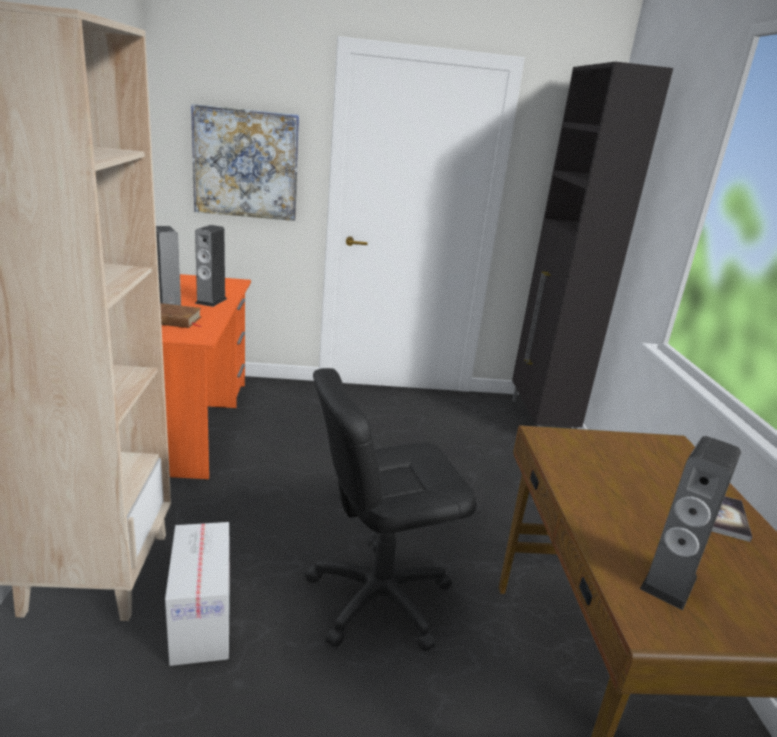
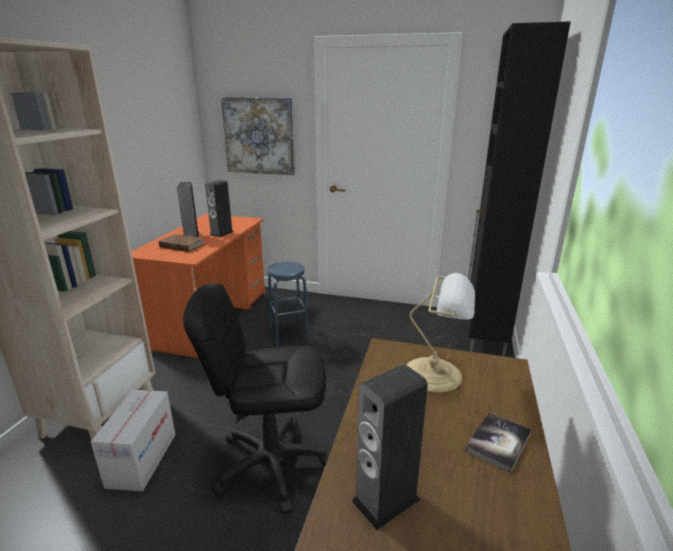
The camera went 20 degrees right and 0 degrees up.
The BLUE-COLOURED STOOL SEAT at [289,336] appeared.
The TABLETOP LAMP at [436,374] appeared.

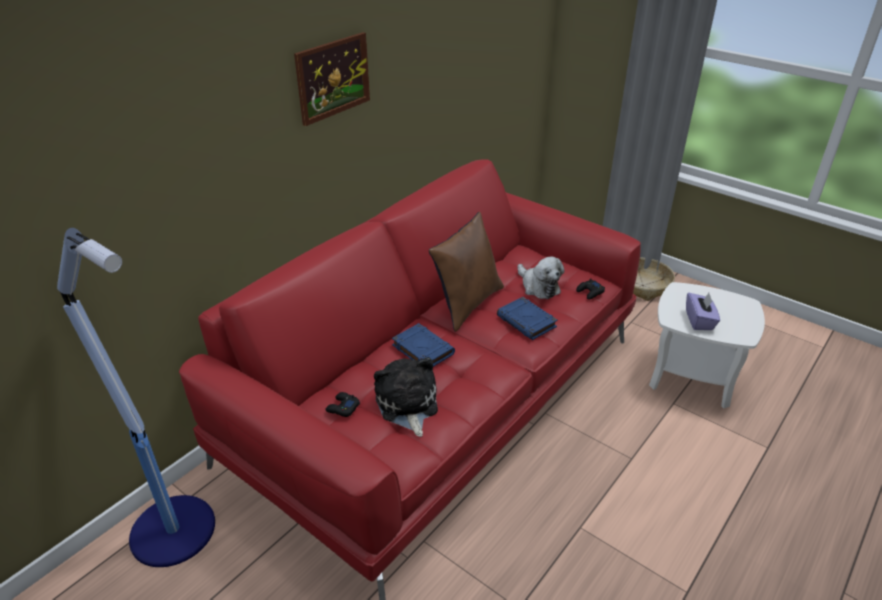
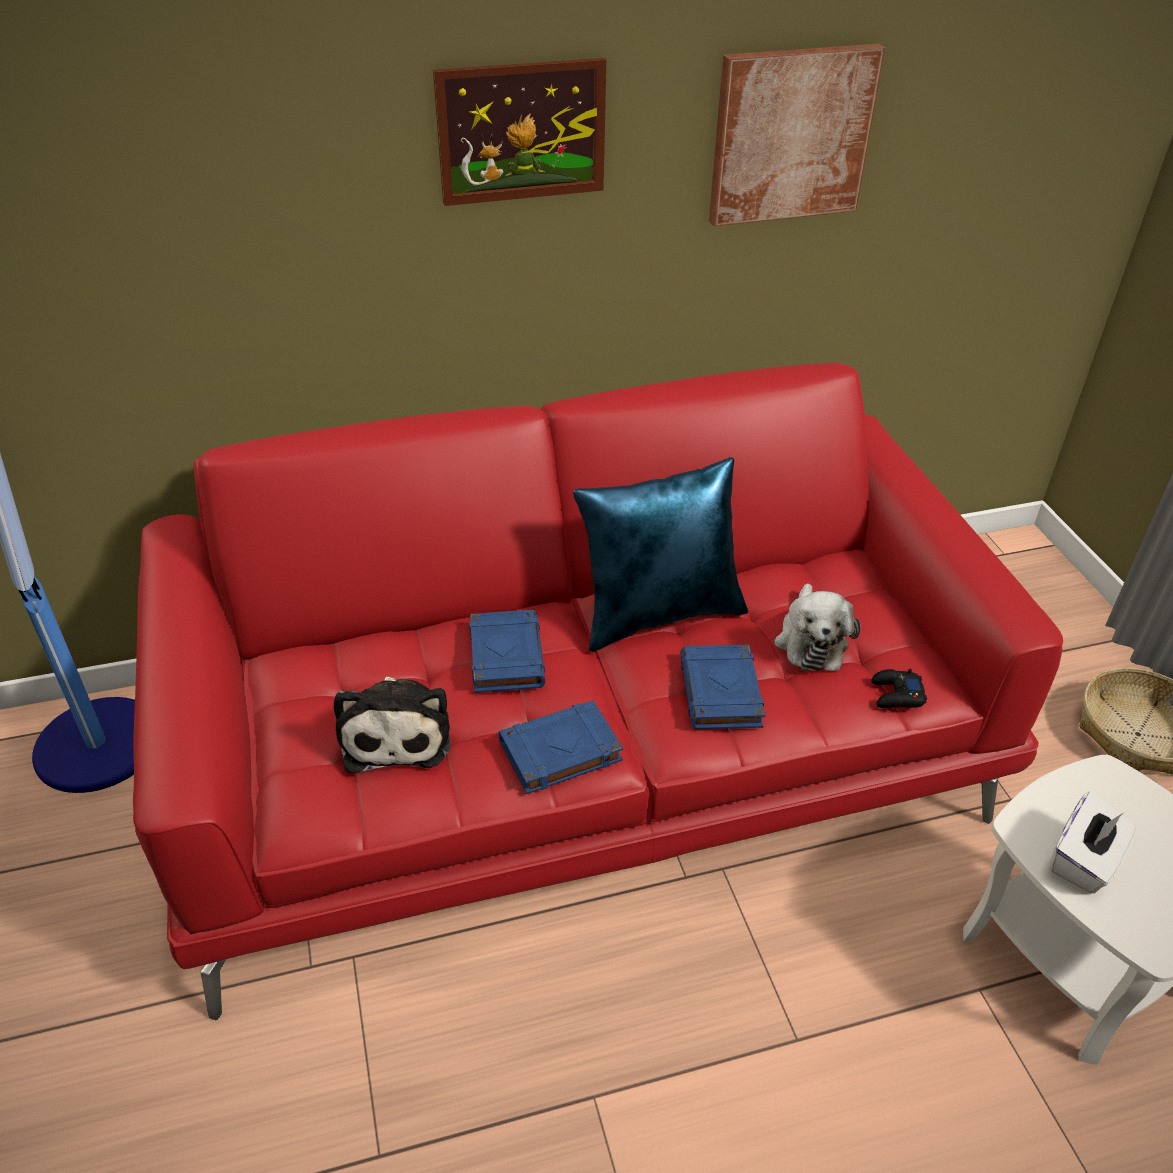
The camera went 35 degrees right and 5 degrees up.
The BLACKISH GAMEPAD at [342,408] disappeared.
The PLUSH TOY at [407,405] turned 150 degrees clockwise.
The BROWN PILLOW at [467,303] became the BLUE-COLOURED PILLOW at [659,614].
The PURPLE-COLOURED TISSUE BOX at [699,321] became the WHITE TISSUE BOX at [1084,861].
The BLUE-COLOURED BOUND BOOK at [559,752] appeared.
The WALL PICTURE at [790,135] appeared.

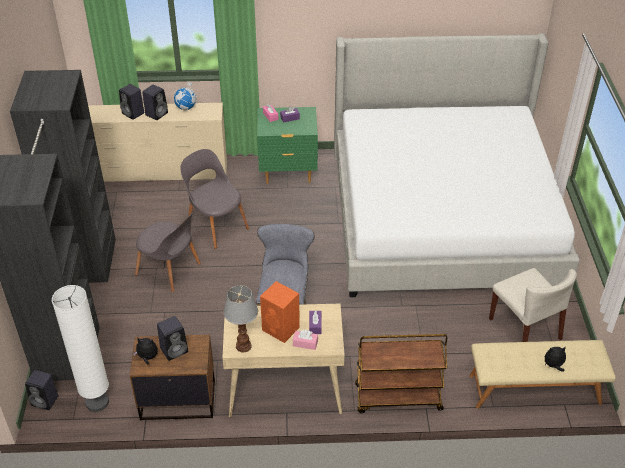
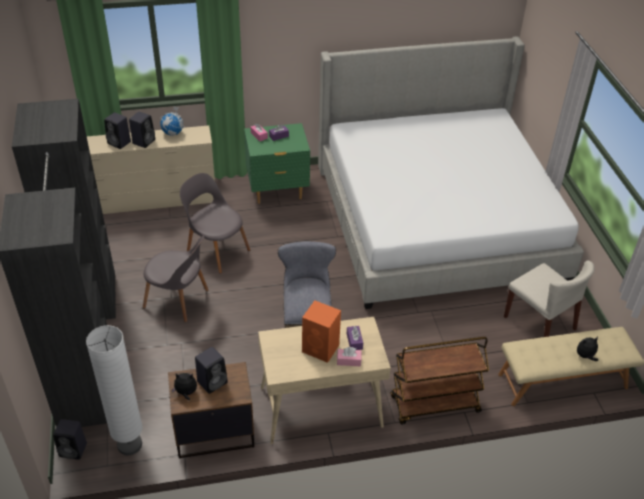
The camera went 10 degrees left and 0 degrees up.
The TABLETOP LAMP at [243,346] disappeared.

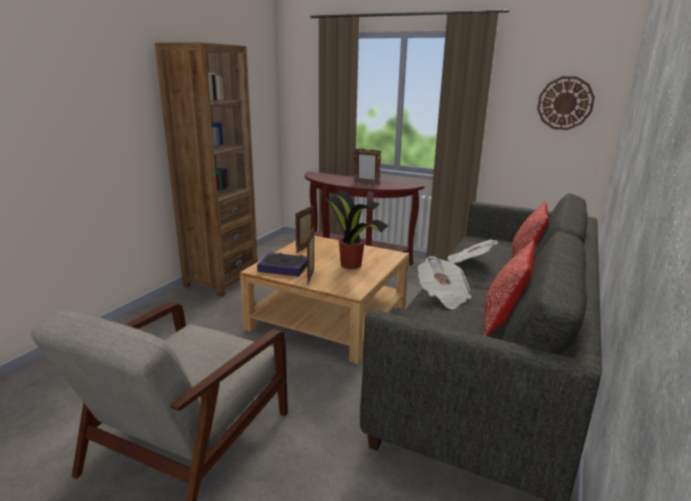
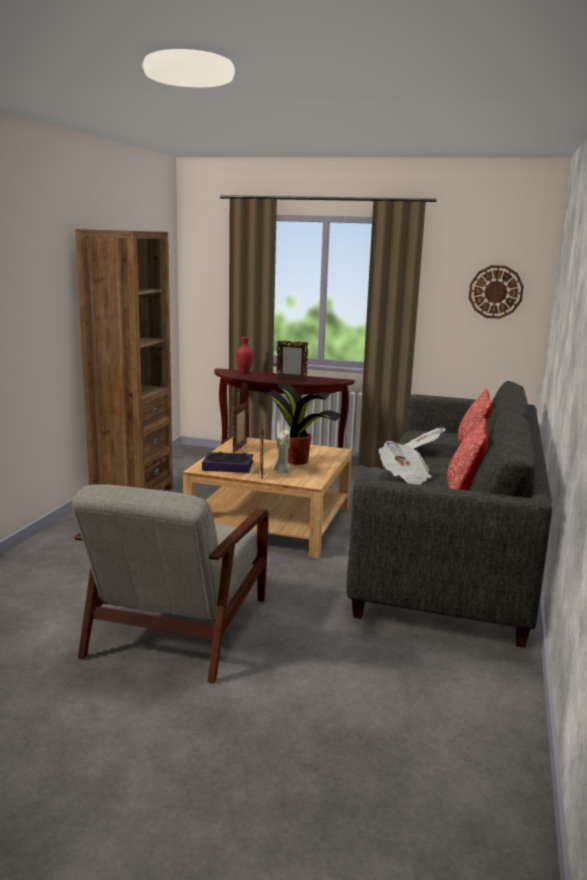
The camera went 10 degrees left and 5 degrees down.
The RED DECORATIVE VASE at [243,373] appeared.
The BEIGE CANDLE at [282,471] appeared.

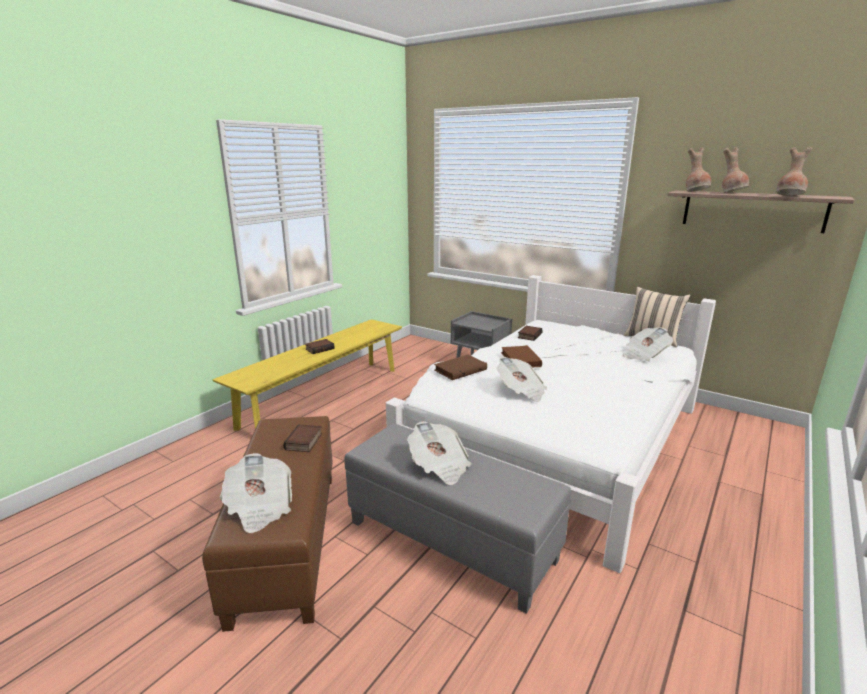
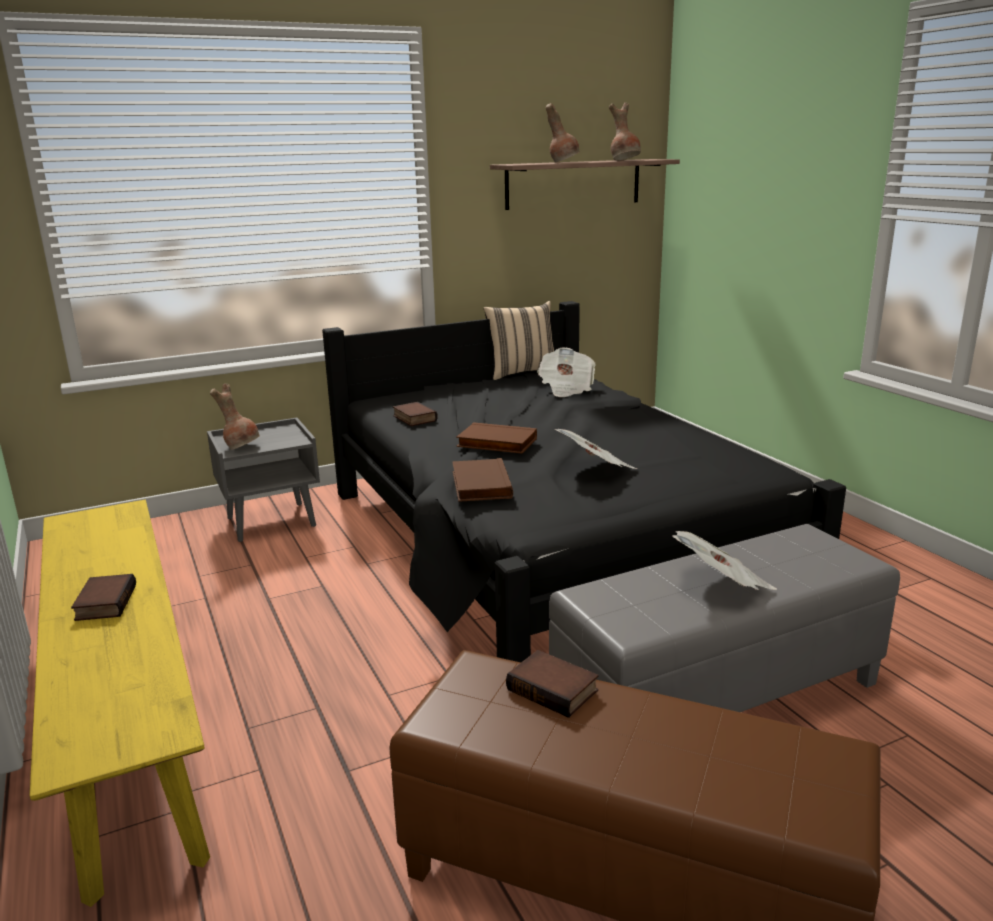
The camera went 60 degrees left and 0 degrees up.
The NEWSPAPER at [259,507] disappeared.
The WHITE BED at [555,438] became the BLACKISH BED at [547,542].
The BROWN DECORATIVE VASE moved from [696,192] to [241,447].

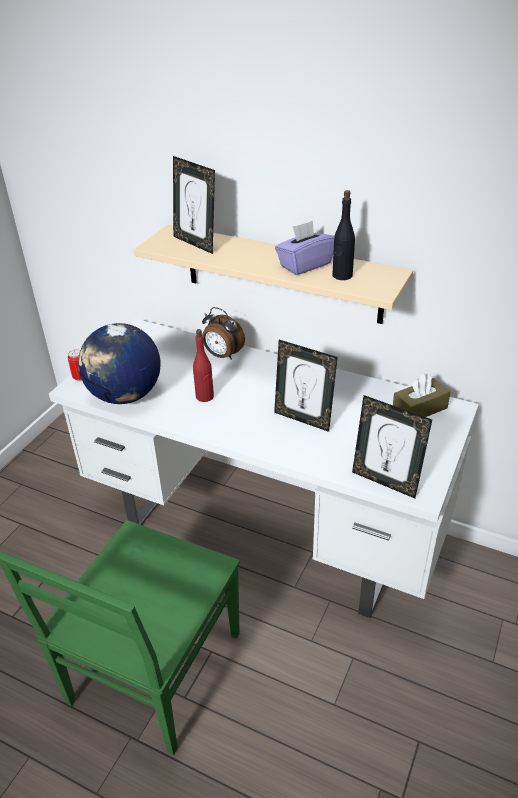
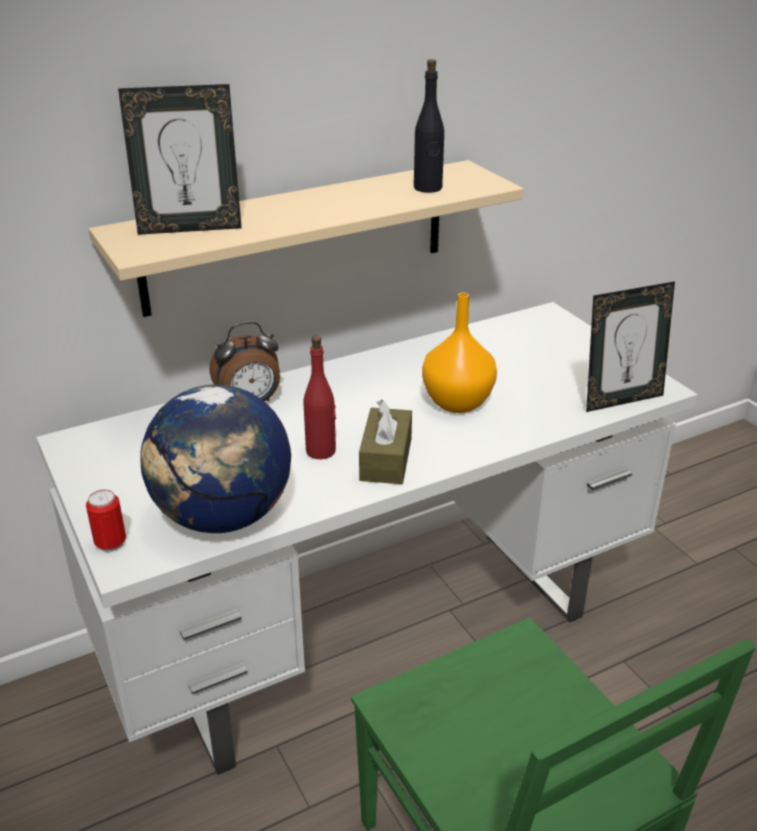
The camera went 55 degrees left and 5 degrees down.
The STANDING FRAME at [303,419] was replaced by the ORANGE-COLOURED DECORATIVE VASE at [458,402].
The PURPLE-COLOURED TISSUE BOX at [305,265] disappeared.
The BROWN TISSUE BOX moved from [419,409] to [386,459].

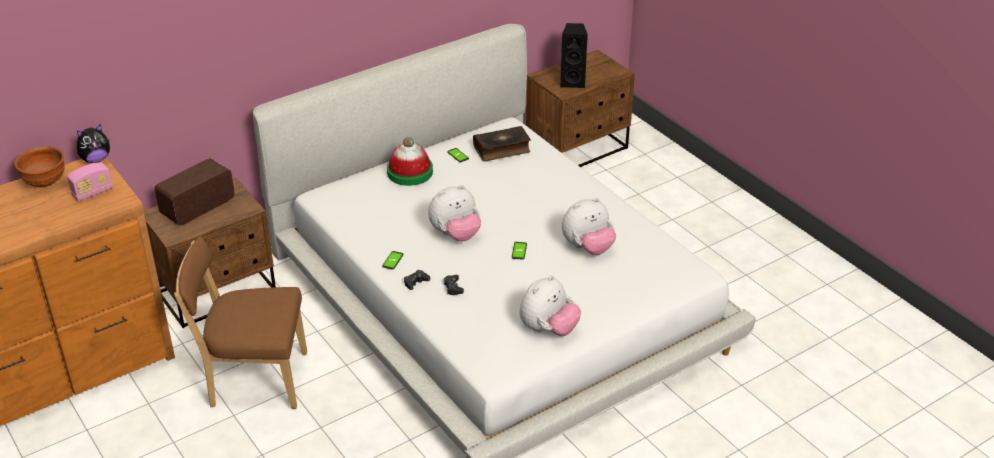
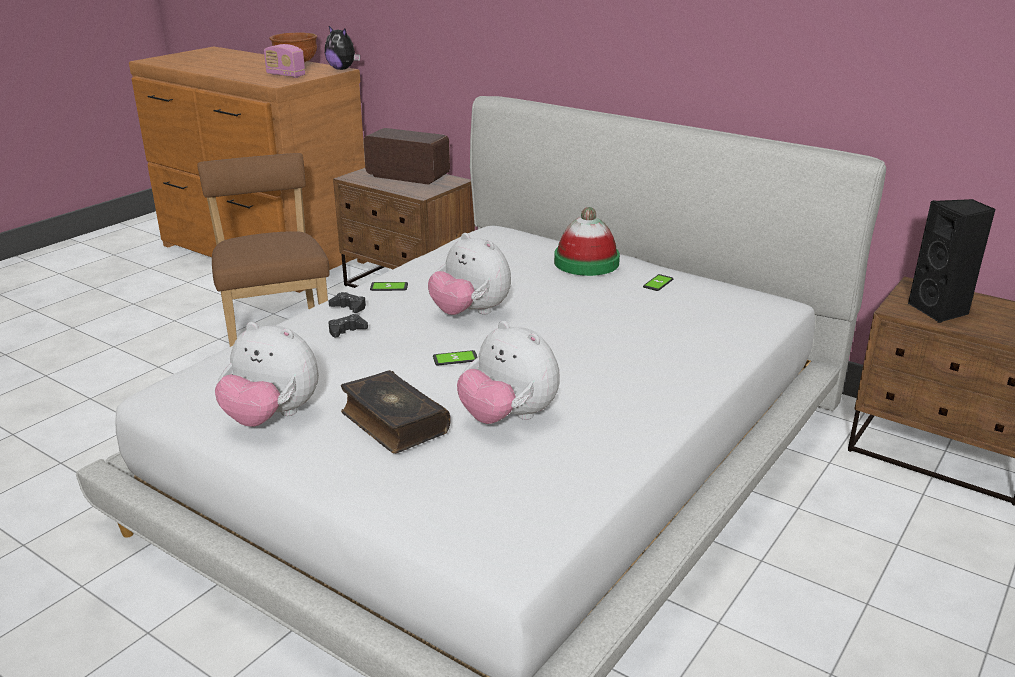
The camera went 70 degrees right and 10 degrees down.
The BOUND BOOK moved from [502,149] to [393,423].

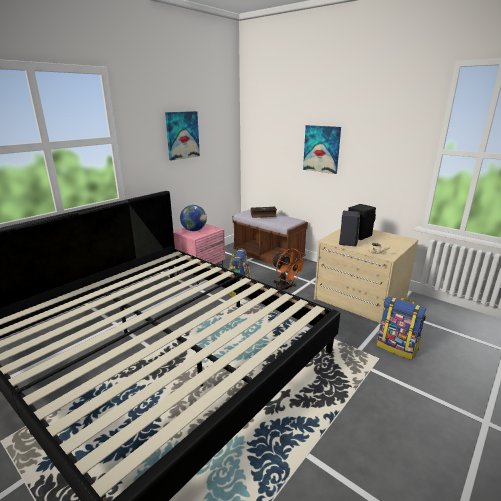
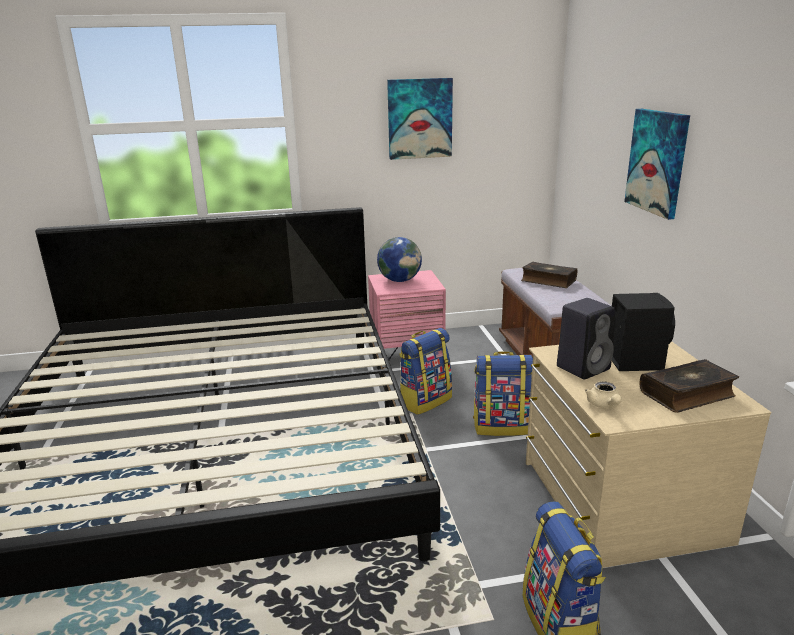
The camera went 40 degrees right and 0 degrees up.
The ORANGE-COLOURED ELECTRIC FAN at [285,288] was replaced by the KNAPSACK at [501,426].
The BOUND BOOK at [687,394] appeared.

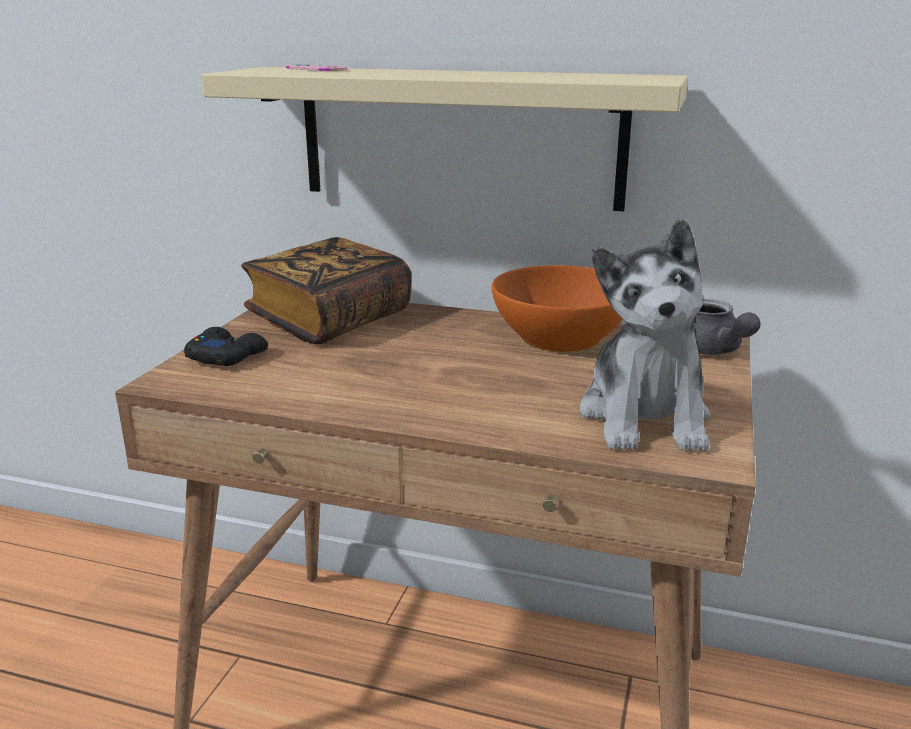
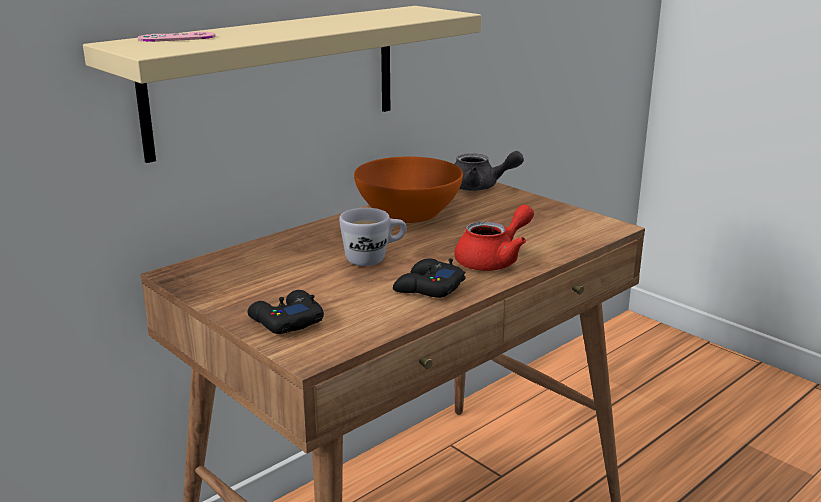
The camera went 60 degrees left and 0 degrees up.
The BOUND BOOK at [330,320] disappeared.
The PLUSH TOY at [645,417] disappeared.
The WHITE MUG at [374,259] appeared.
The BLACKISH GAMEPAD at [428,288] appeared.
The RED POT FOR TEA at [494,260] appeared.

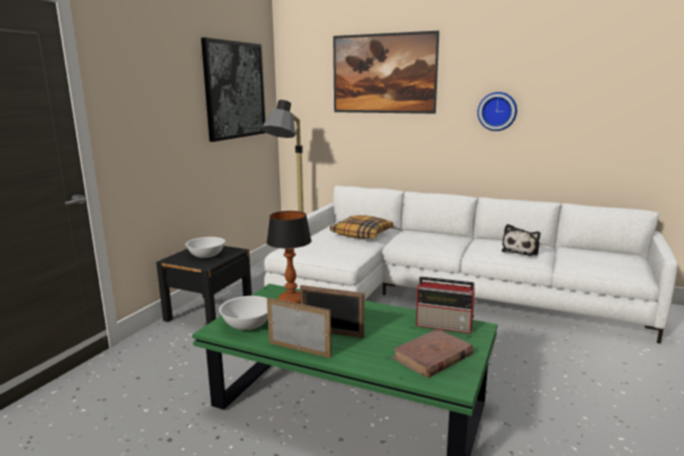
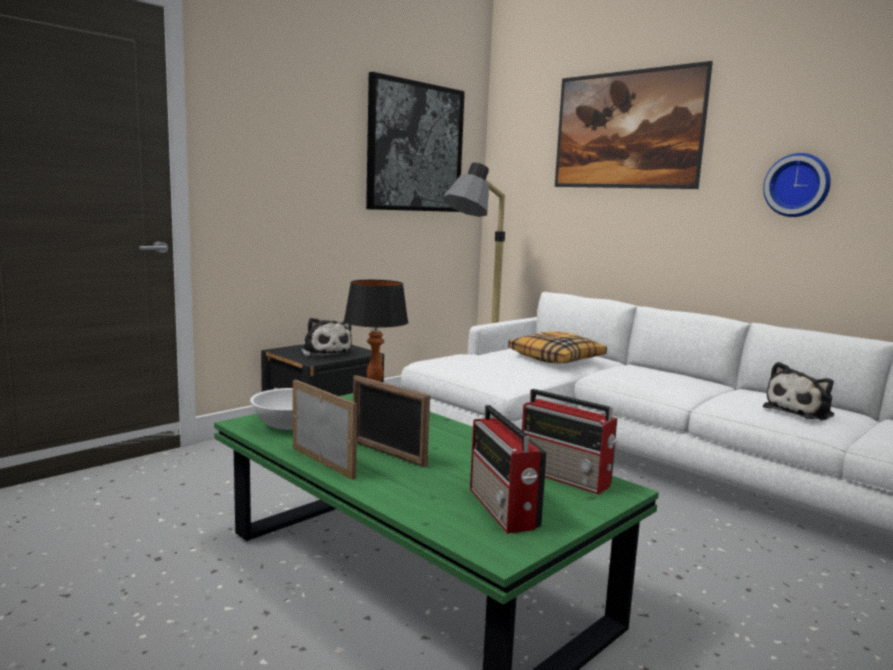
The camera went 20 degrees right and 5 degrees down.
The WHITE BOWL at [206,255] was replaced by the PLUSH TOY at [325,352].
The BROWN BOUND BOOK at [432,356] was replaced by the RADIO at [503,509].

